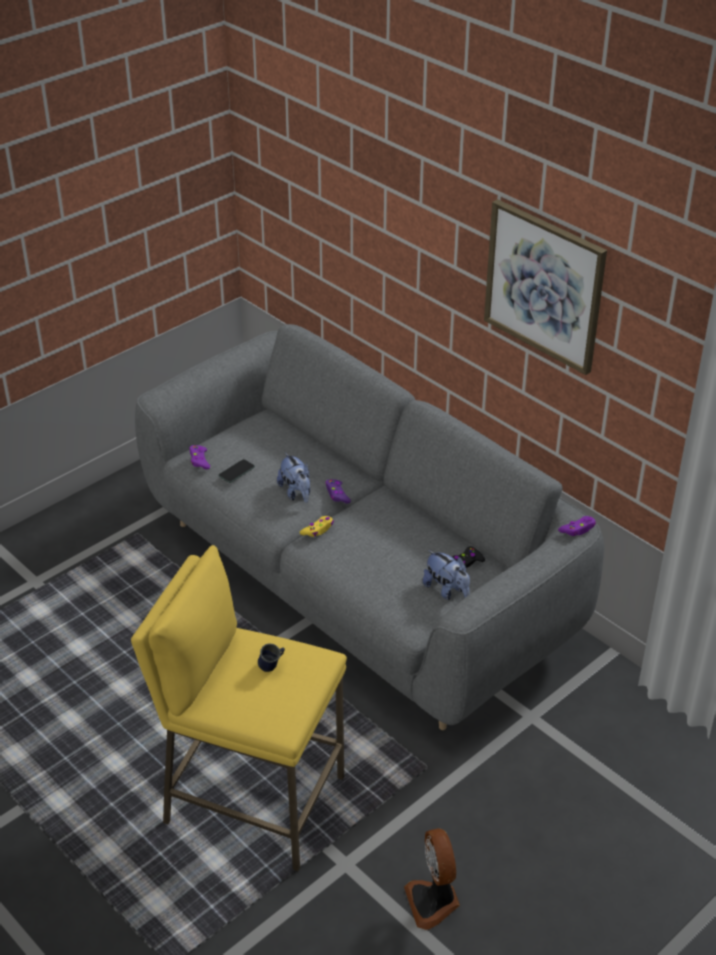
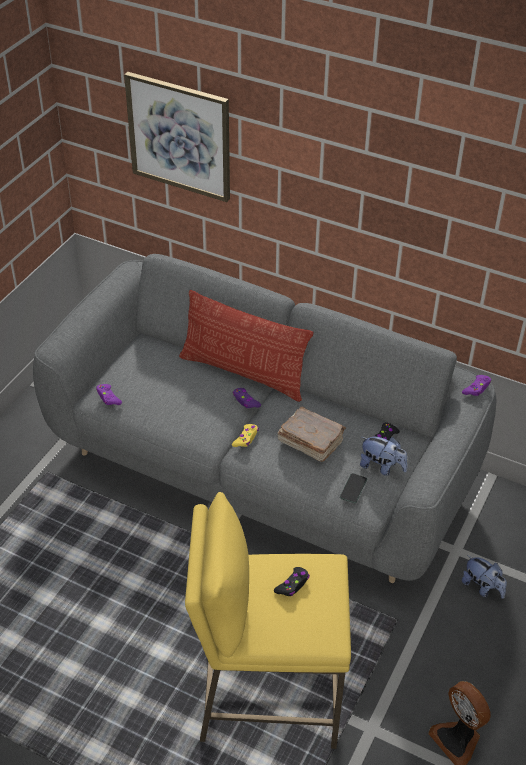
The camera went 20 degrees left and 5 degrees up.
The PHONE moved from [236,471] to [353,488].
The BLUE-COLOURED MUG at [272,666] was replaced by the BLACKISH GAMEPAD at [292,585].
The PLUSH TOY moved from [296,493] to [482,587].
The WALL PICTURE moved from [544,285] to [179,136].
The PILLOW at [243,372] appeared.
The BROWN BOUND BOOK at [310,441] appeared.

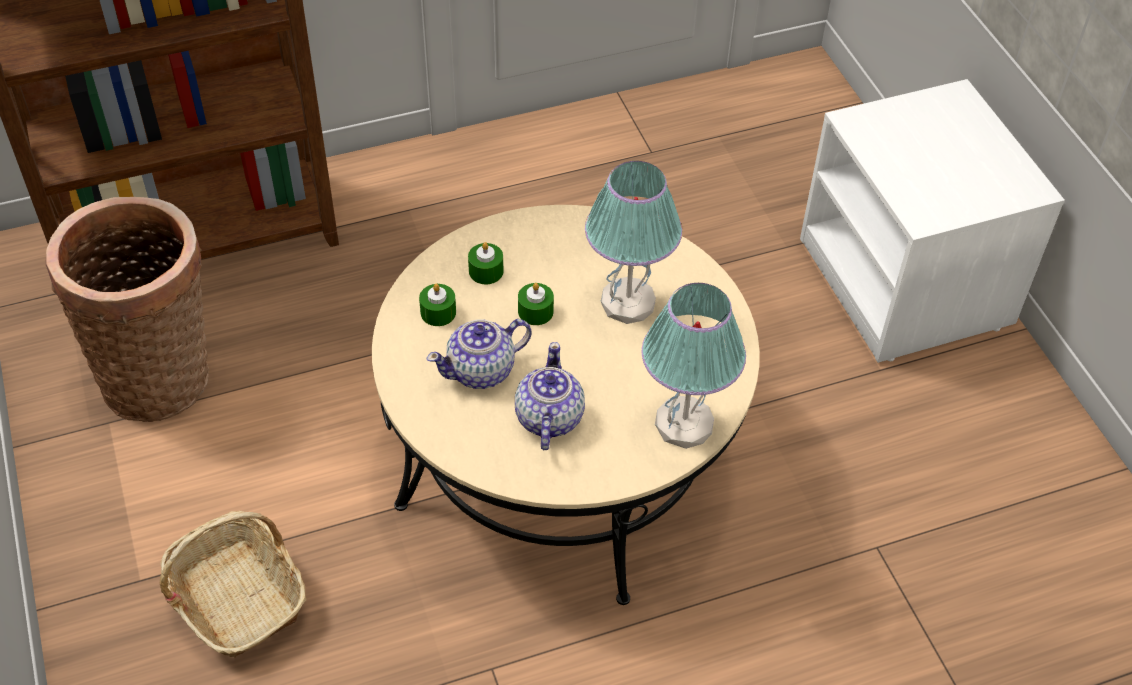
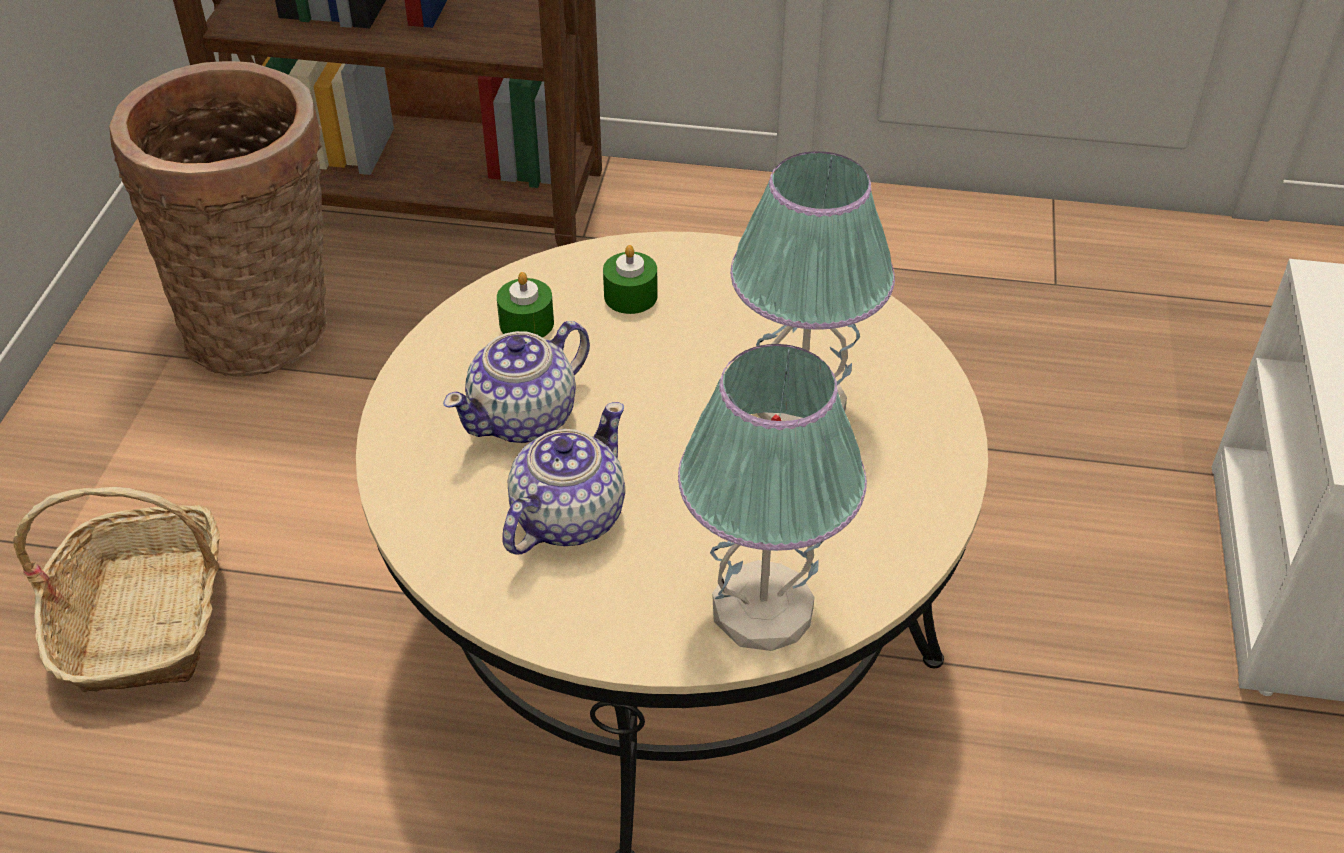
The camera went 30 degrees right and 5 degrees down.
The POT FOR TEA at [482,371] turned 45 degrees counterclockwise.
The GREEN CANDLE at [535,311] disappeared.

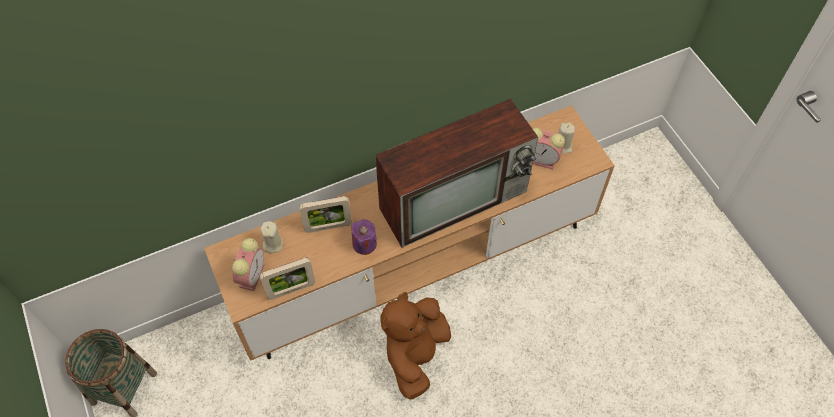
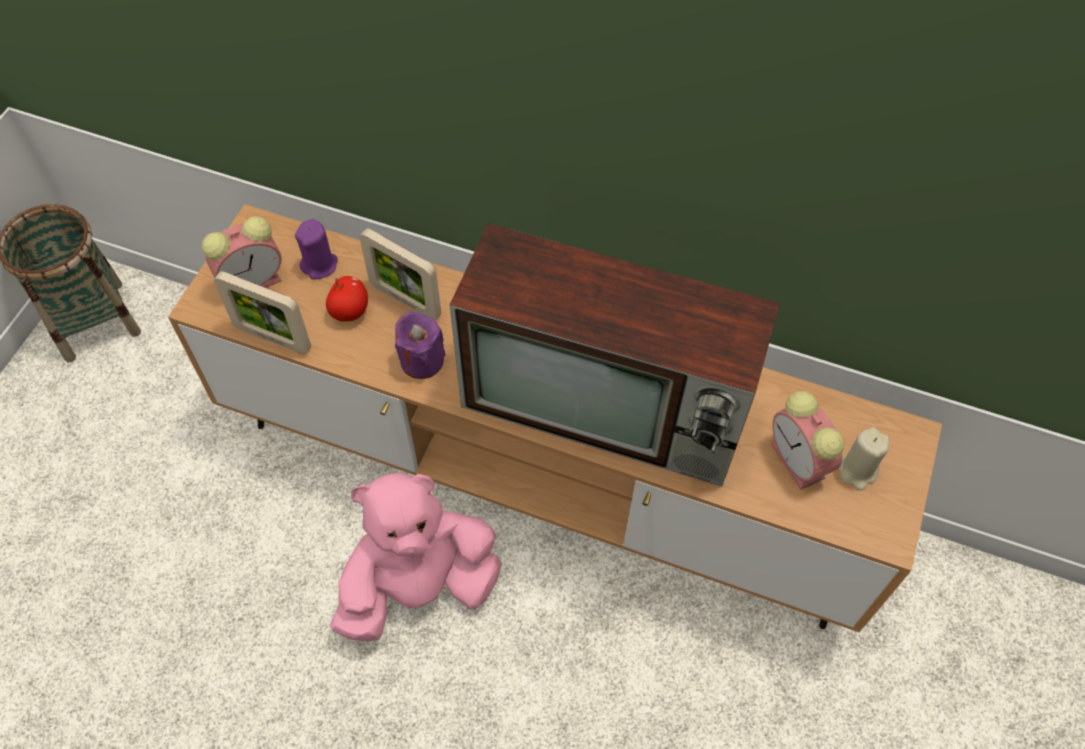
The camera went 45 degrees right and 0 degrees up.
The BEIGE CANDLE at [273,244] became the PURPLE-COLOURED CANDLE at [319,265].
The BROWN PLUSH TOY at [415,354] became the PINK PLUSH TOY at [419,586].
The APPLE at [350,311] appeared.

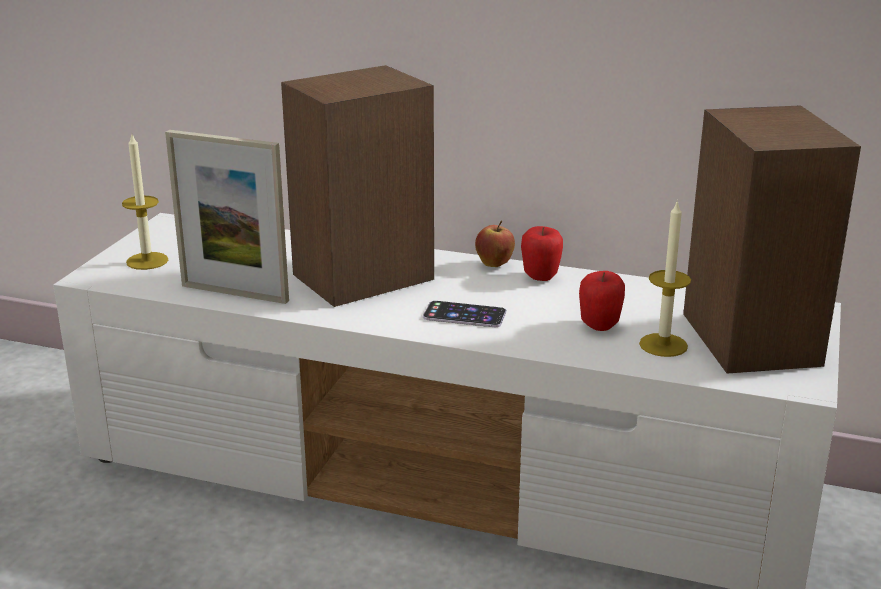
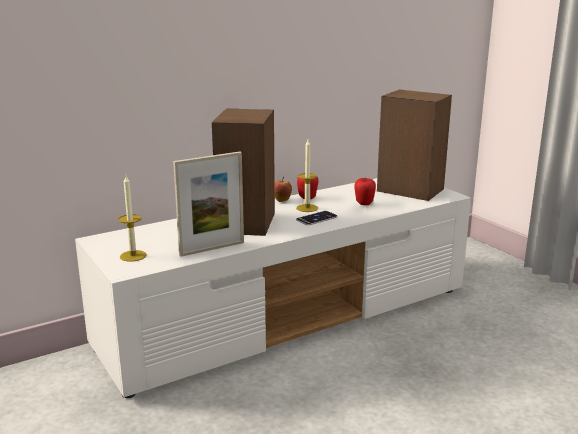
The camera went 50 degrees left and 5 degrees down.
The CANDLE moved from [663,345] to [307,208].

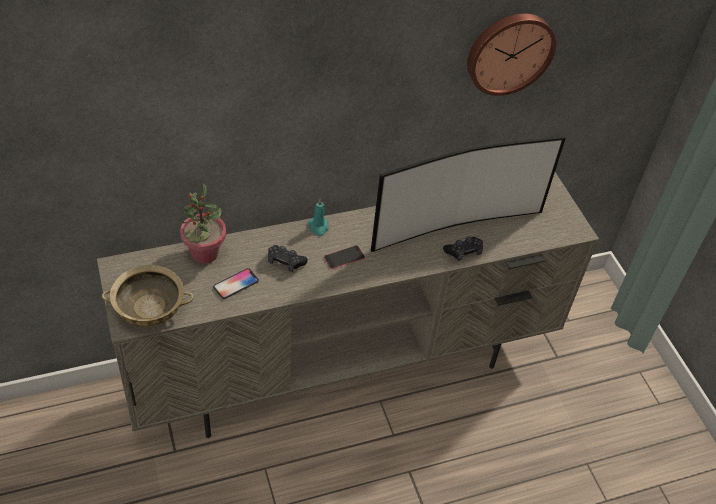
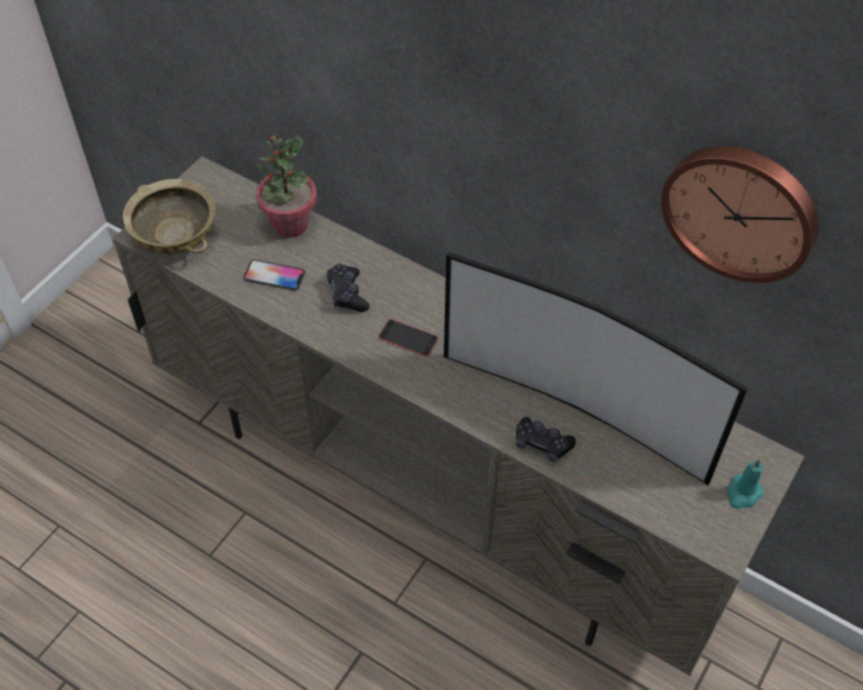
The camera went 55 degrees right and 5 degrees up.
The BLUE-GREEN CANDLE moved from [318,227] to [743,493].

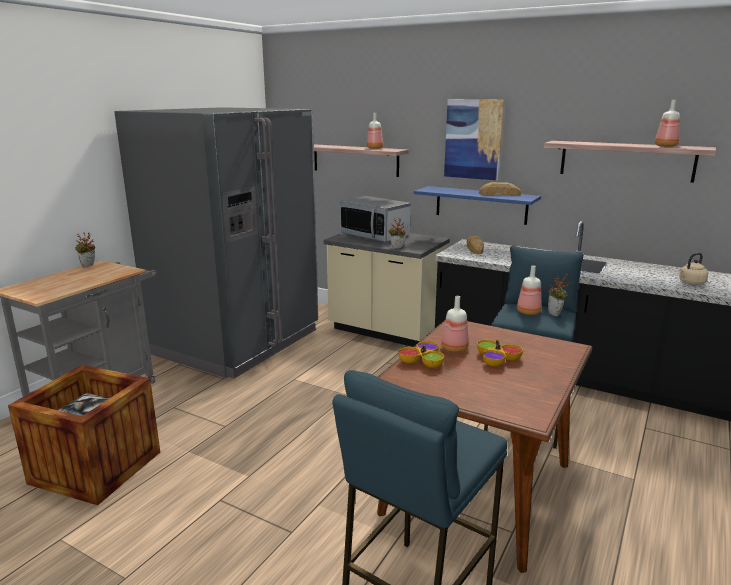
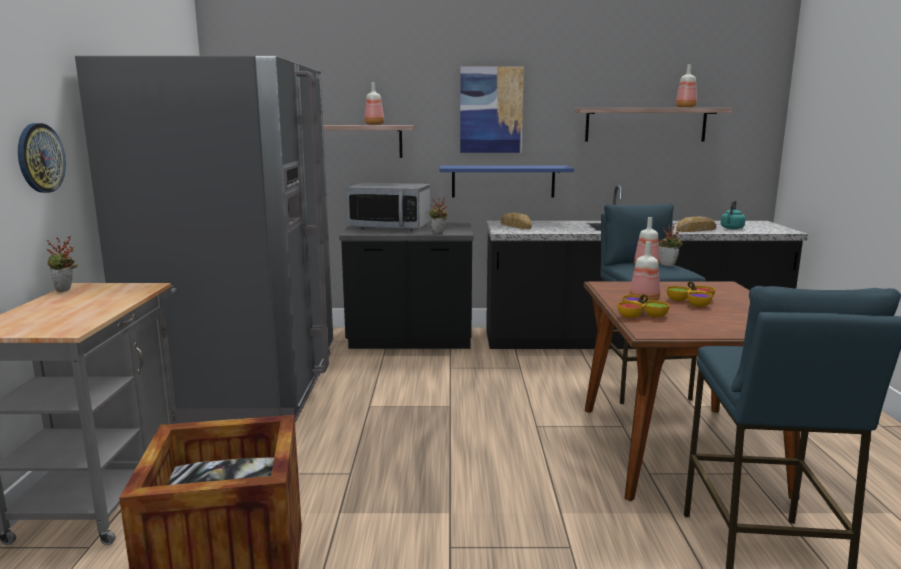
The camera went 30 degrees left and 5 degrees down.
The BEIGE COUNTER at [385,331] became the BLACKISH COUNTER at [410,341].
The BAKERY BREAD moved from [499,194] to [696,230].
The BEIGE WATER KETTLE at [690,283] became the BLUE-GREEN WATER KETTLE at [731,228].
The CLOCK ON THE WALL at [40,158] appeared.

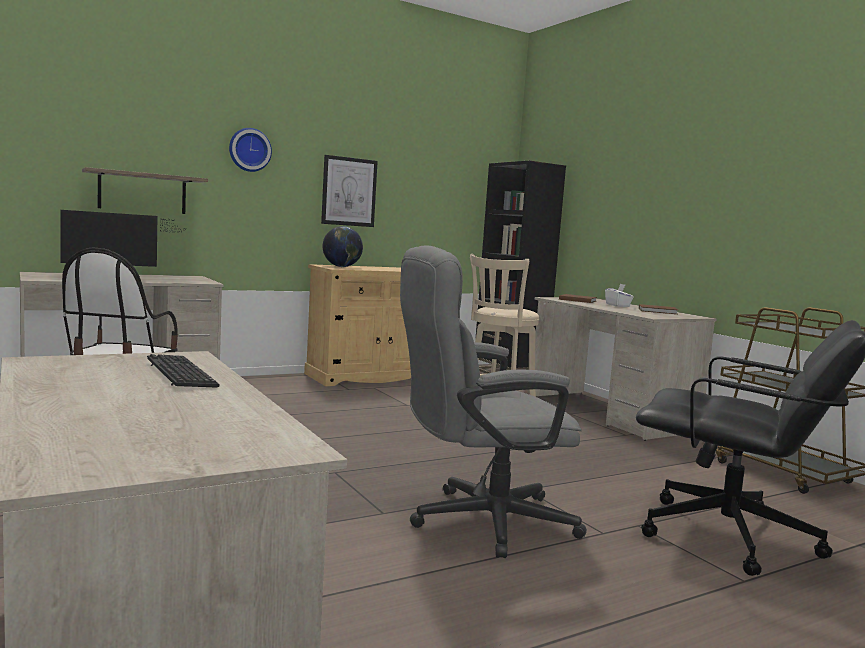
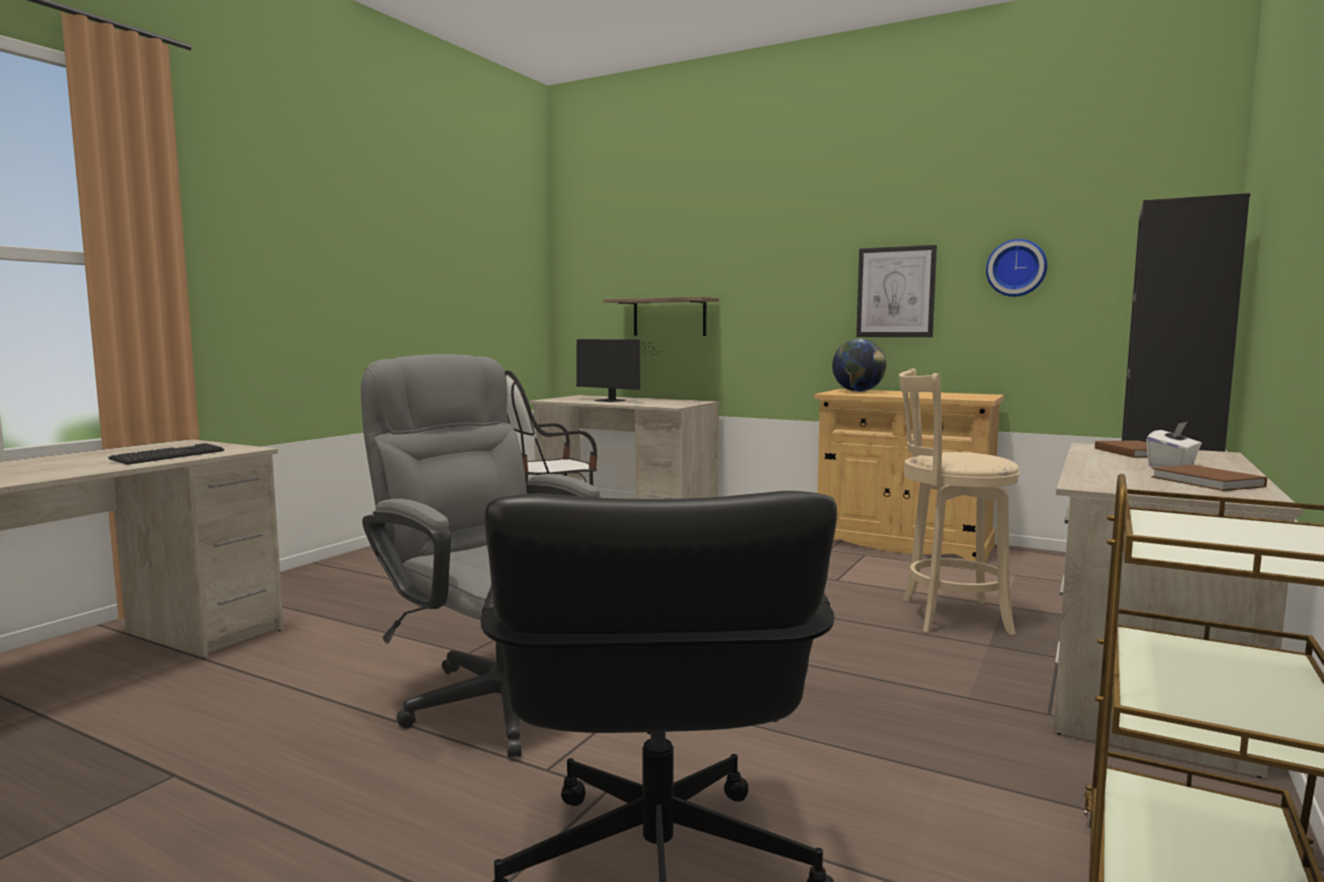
The camera went 60 degrees right and 0 degrees up.
The CLOCK ON THE WALL moved from [249,150] to [1016,268].

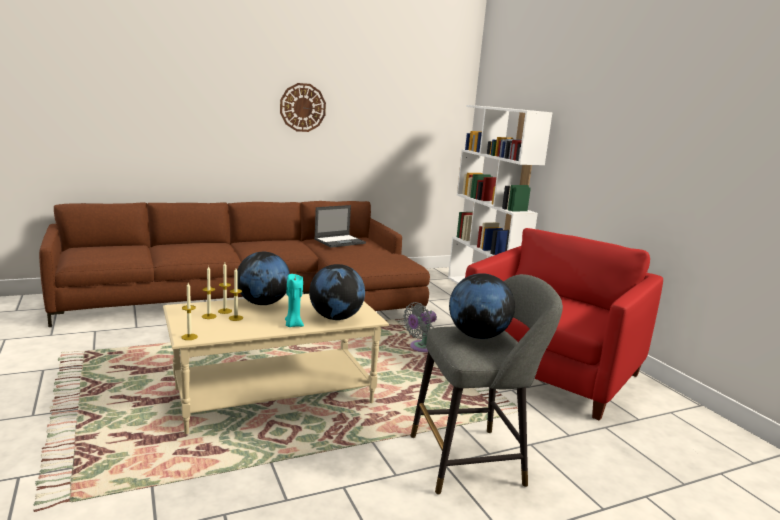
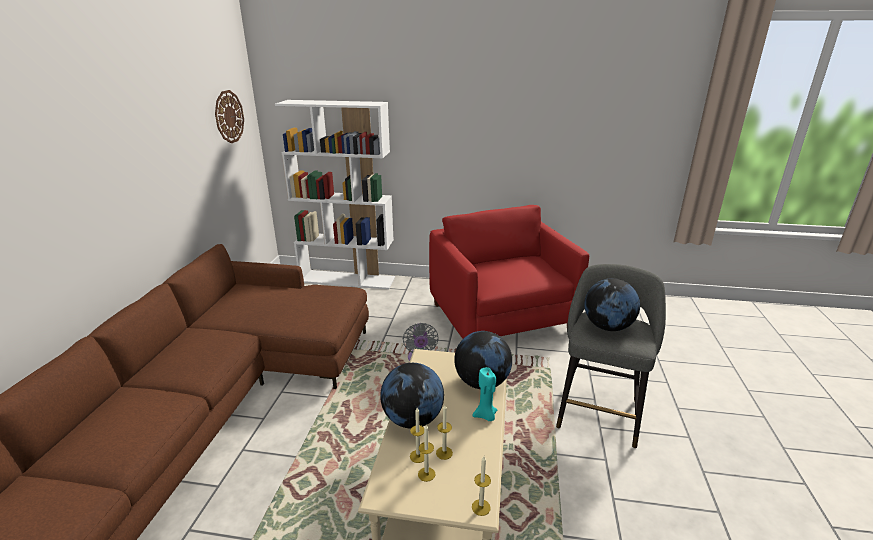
The camera went 55 degrees left and 10 degrees up.
The CLOCK ON THE WALL moved from [302,107] to [229,116].
The PORTABLE COMPUTER at [340,241] disappeared.

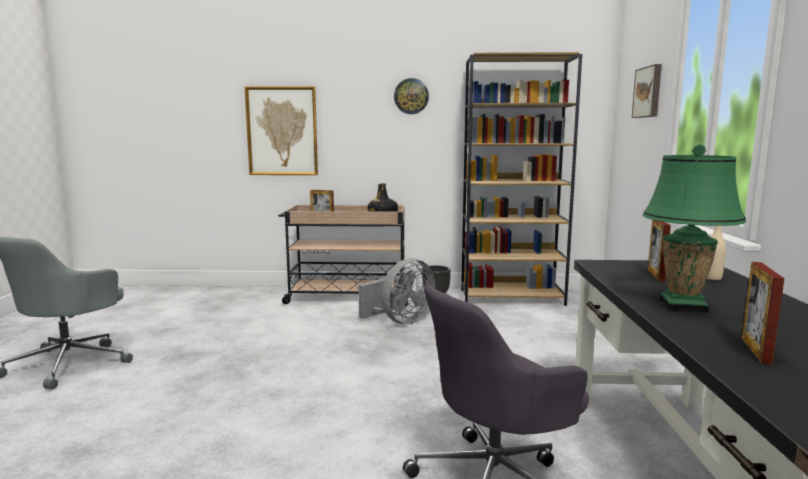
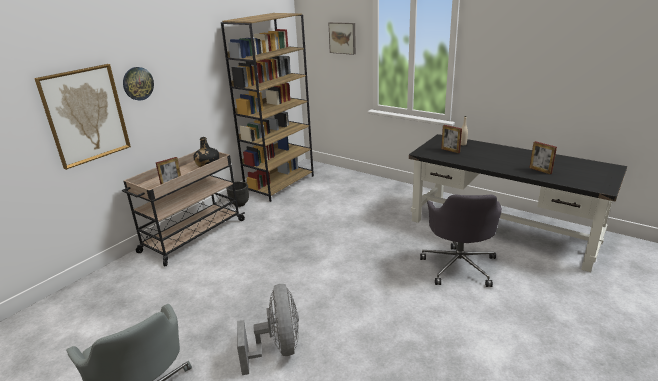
The camera went 55 degrees left and 15 degrees up.
The GRAY ELECTRIC FAN moved from [401,321] to [277,349].
The CLOCK ON THE WALL moved from [411,96] to [138,83].
The GREEN TABLETOP LAMP at [682,305] disappeared.

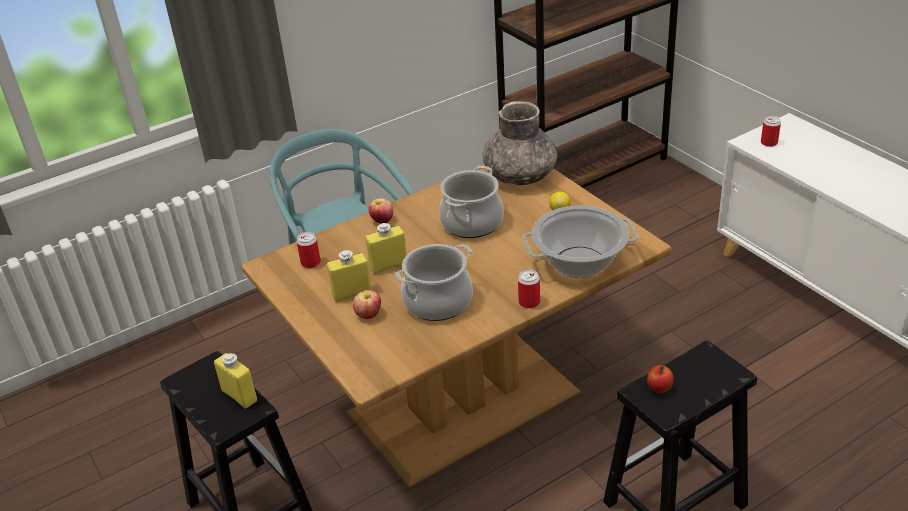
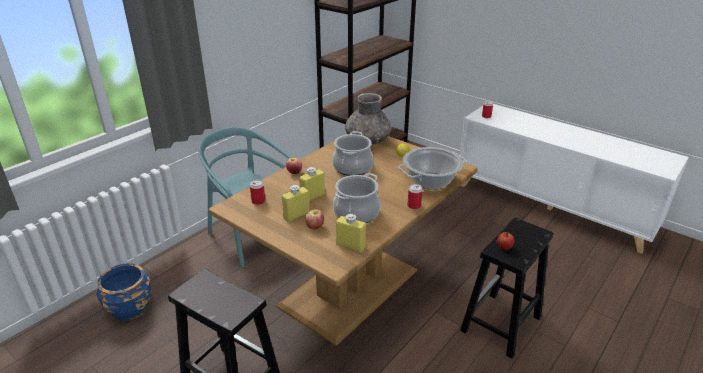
The camera went 20 degrees left and 5 degrees down.
The YELLOWISH DRINK BOTTLE moved from [239,396] to [350,246].
The BLUE-COLOURED FLOWER POT at [129,308] appeared.

